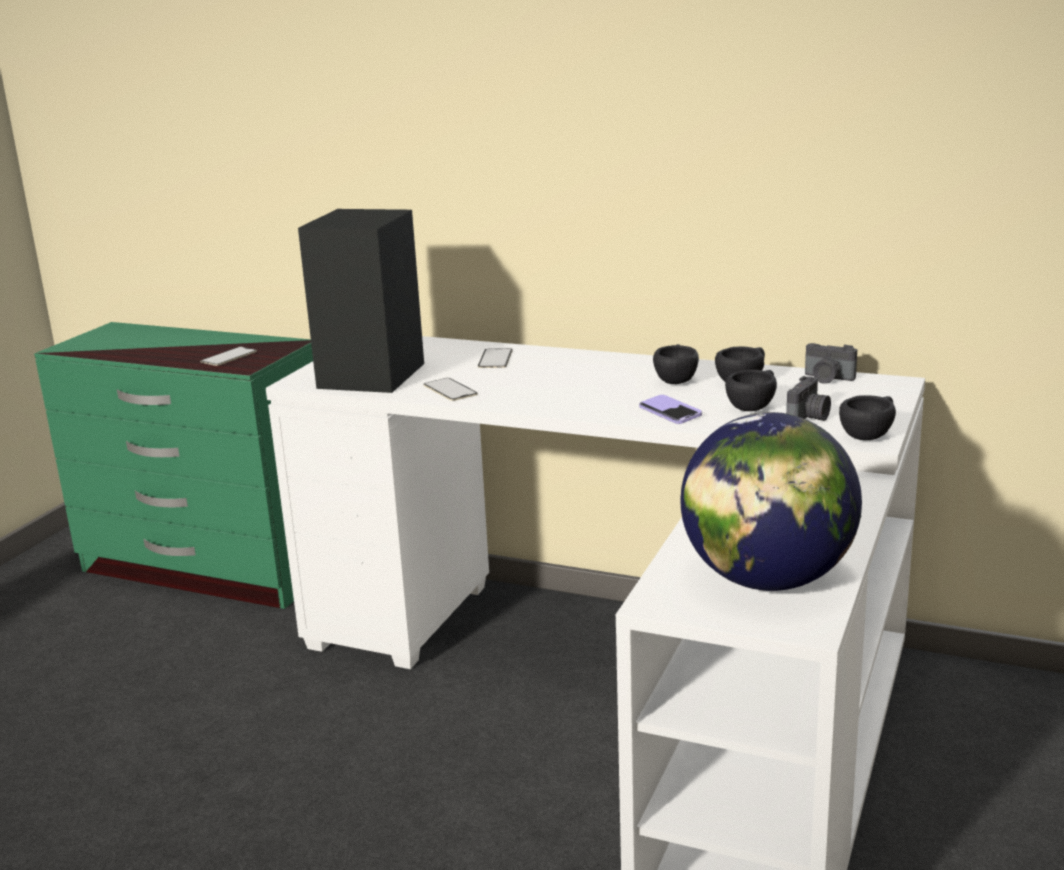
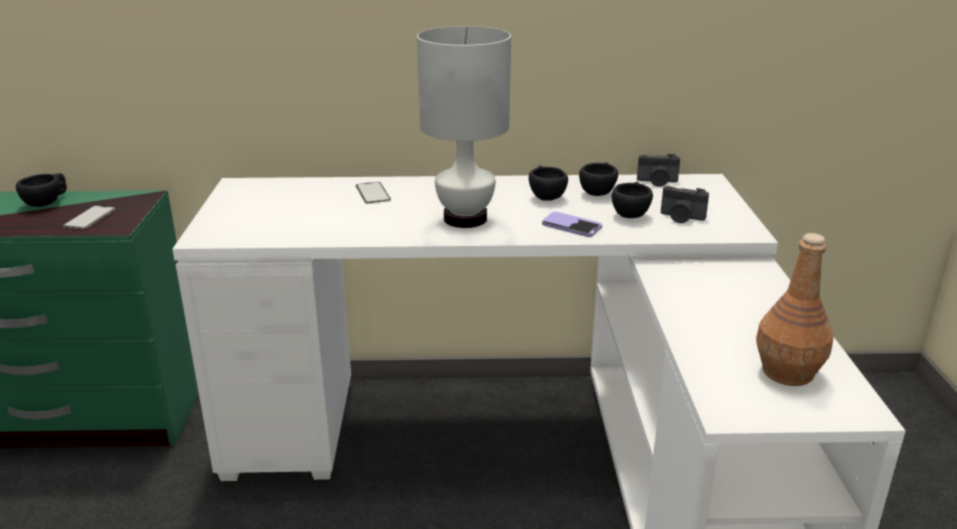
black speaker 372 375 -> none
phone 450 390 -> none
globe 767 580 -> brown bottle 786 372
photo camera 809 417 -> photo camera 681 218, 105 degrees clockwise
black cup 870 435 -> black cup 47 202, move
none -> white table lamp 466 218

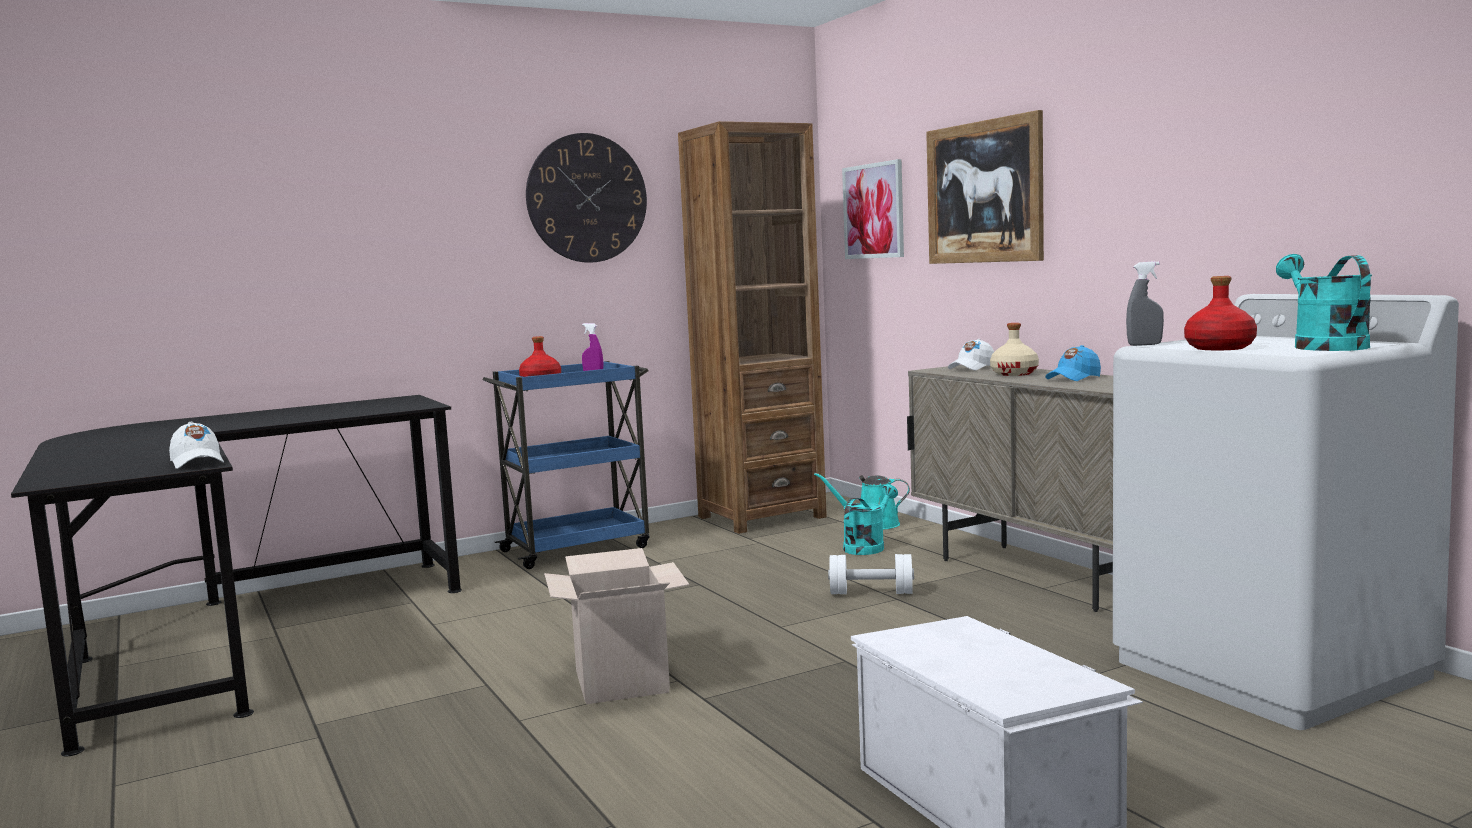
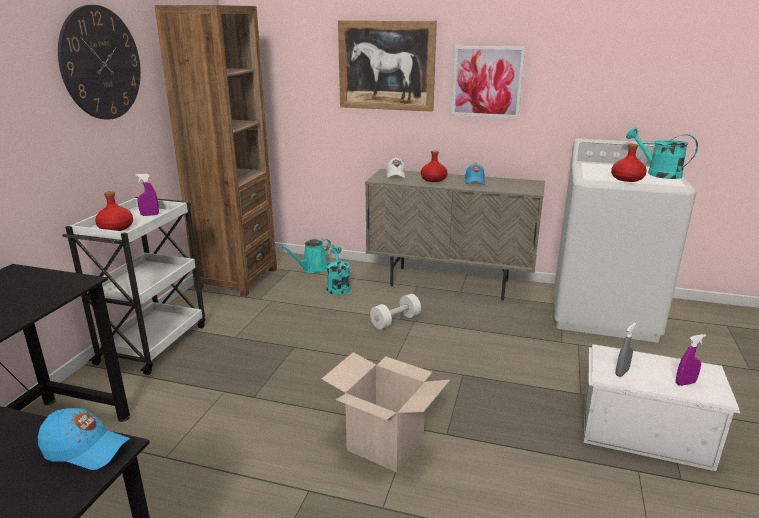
white cap 197 463 -> blue cap 86 449
blue cart 578 548 -> white cart 154 343
picture 874 211 -> picture 487 82, move
beige bottle 1014 373 -> red bottle 433 179
grey spray bottle 1144 345 -> grey spray bottle 622 372, move
none -> purple spray bottle 685 383

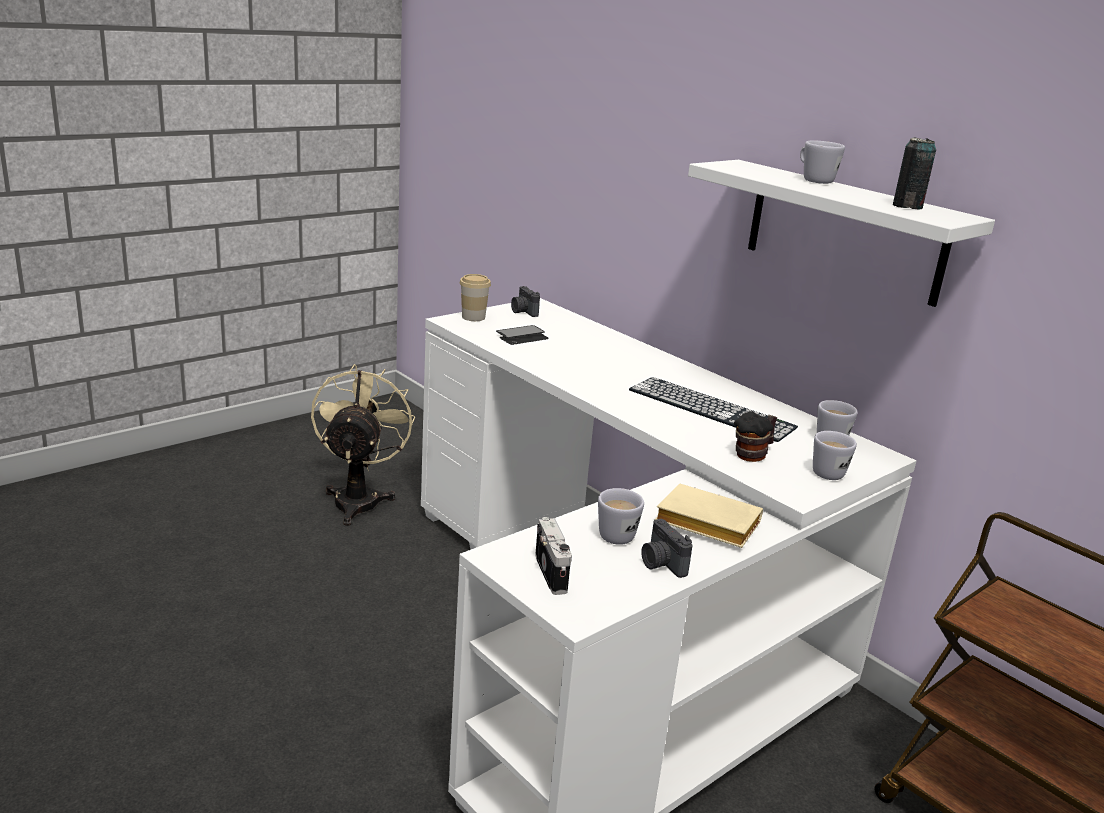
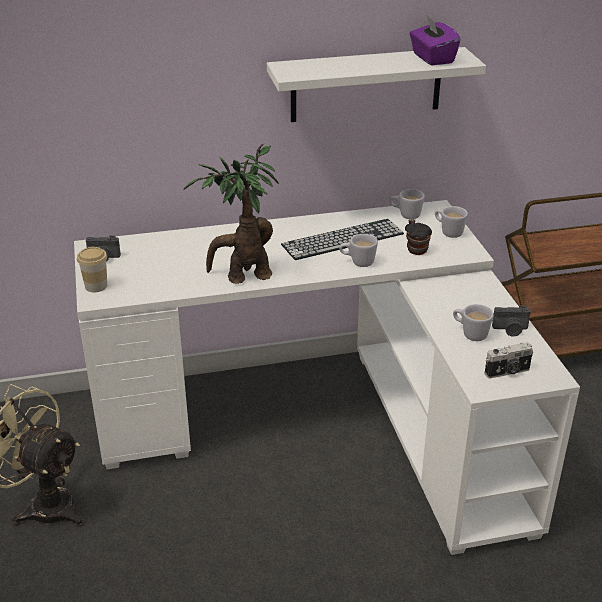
phone 522 337 -> none
photo camera 553 573 -> photo camera 508 372, 150 degrees clockwise
beige book 704 524 -> none
white mug 813 180 -> white mug 357 262, move
can 907 207 -> purple tissue box 432 58
none -> potted plant 243 276

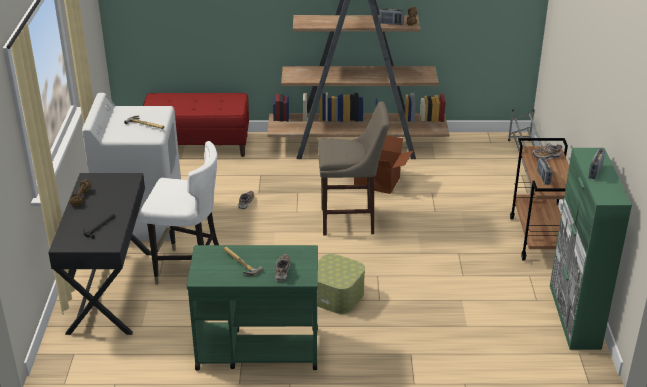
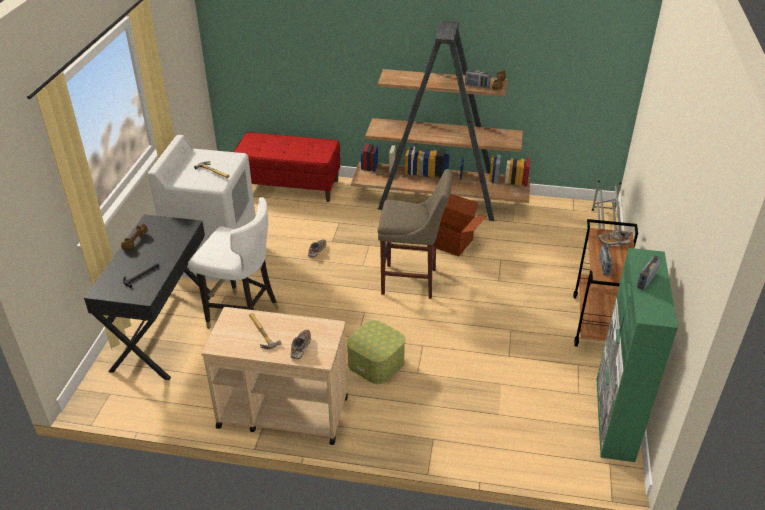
green cart 257 349 -> beige cart 282 412

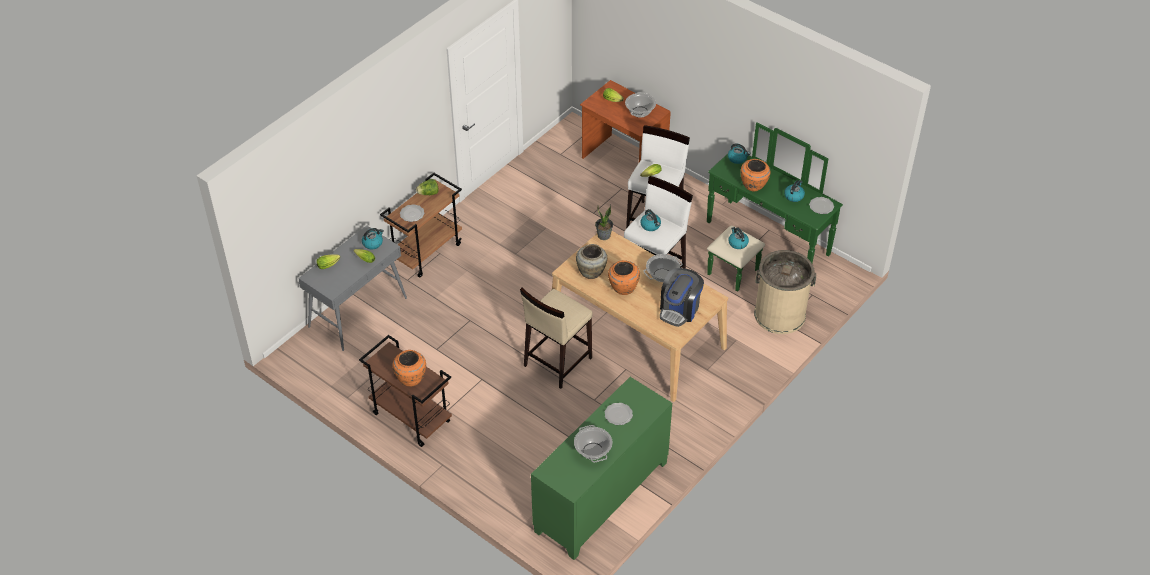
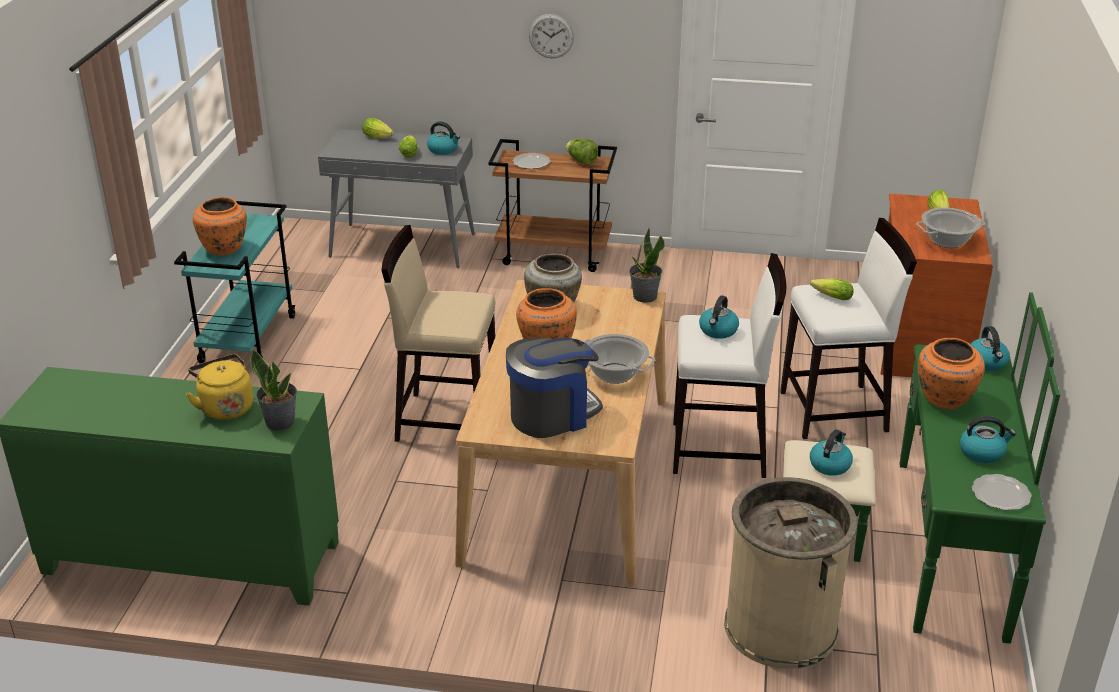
brown cart 410 417 -> turquoise cart 248 339
cooking pot 592 451 -> none
plate 618 414 -> yellow kettle 225 407
coffee machine 679 309 -> coffee machine 552 414, 150 degrees clockwise
none -> potted plant 280 422
none -> wall clock 551 36

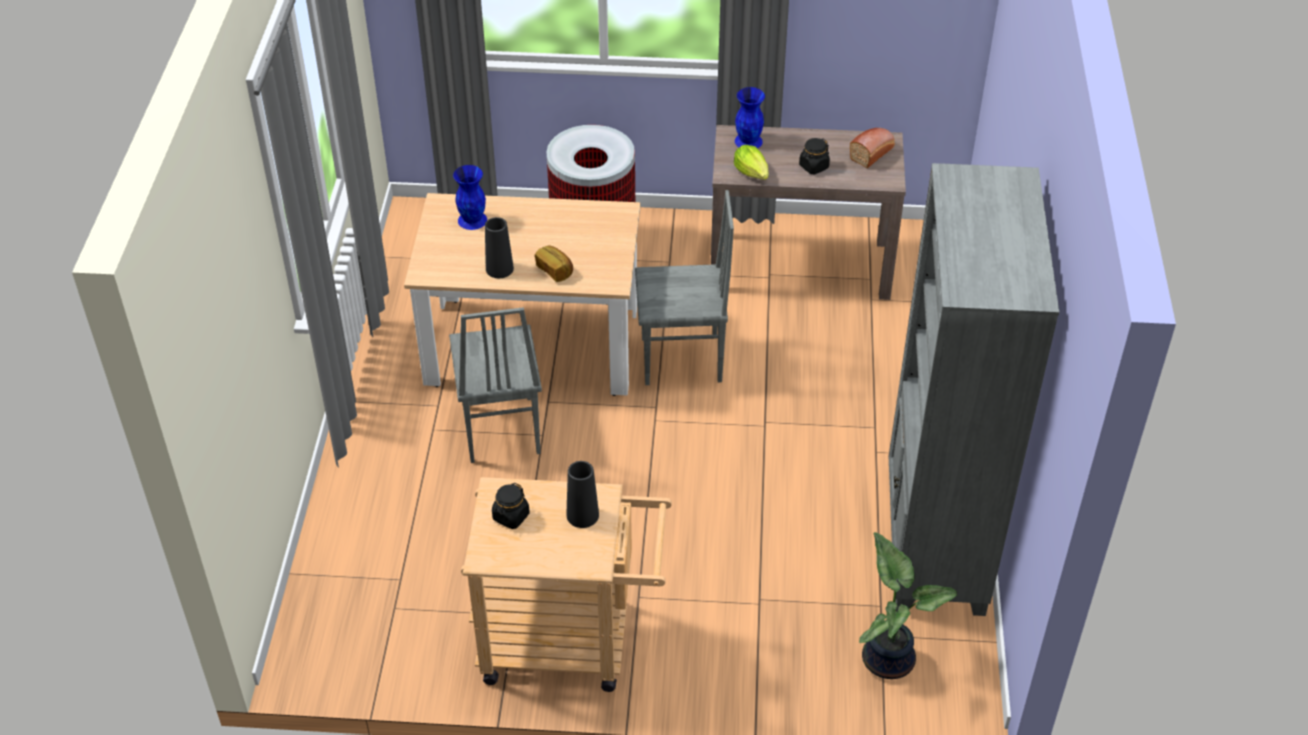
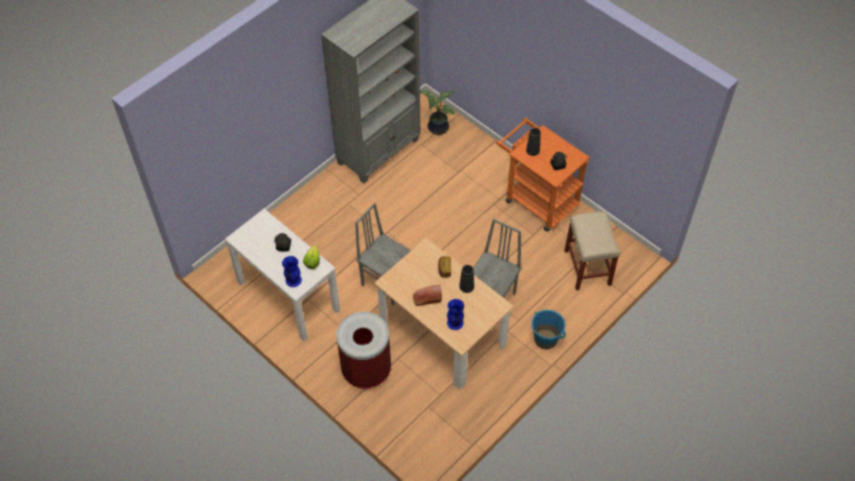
beige cart 570 642 -> orange cart 536 199
brown console table 801 265 -> white console table 287 295
bread 872 153 -> bread 426 299, move
none -> blue bucket 545 339
none -> beige stool 588 268

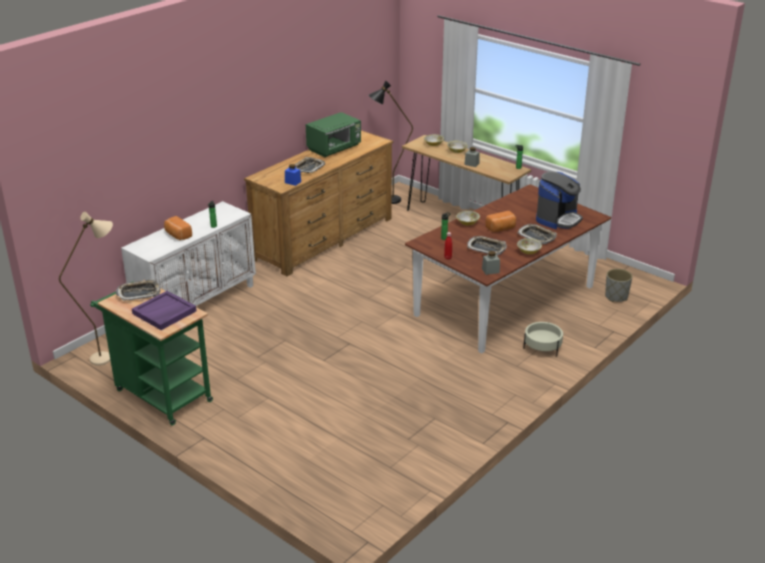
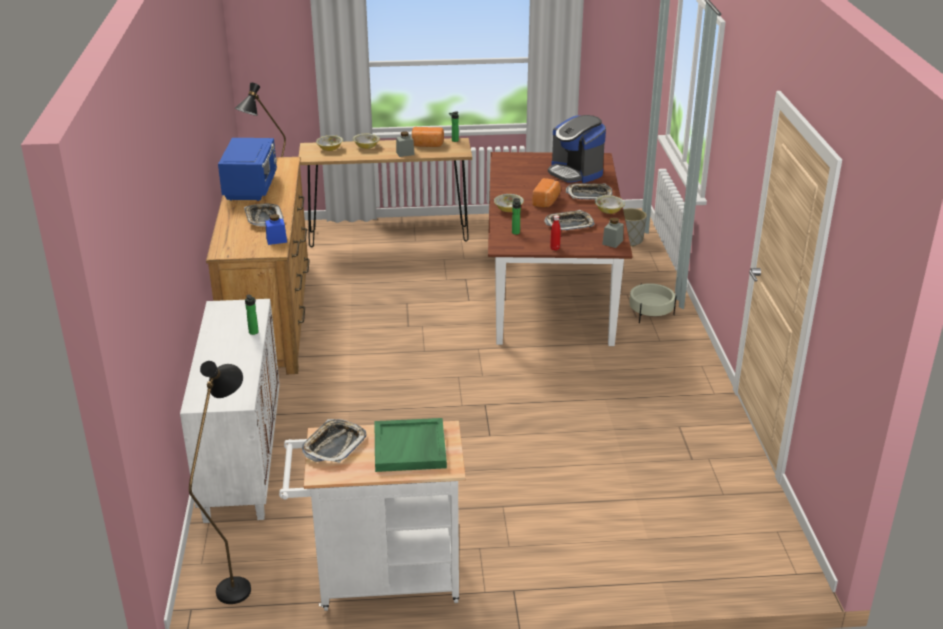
beige floor lamp 108 356 -> black floor lamp 239 582
green cart 159 393 -> white cart 379 580
purple tray 164 313 -> green tray 410 448
bread 177 235 -> bread 427 145, move
green microwave 334 148 -> blue microwave 251 187
coffee machine 558 219 -> coffee machine 575 172, 150 degrees clockwise

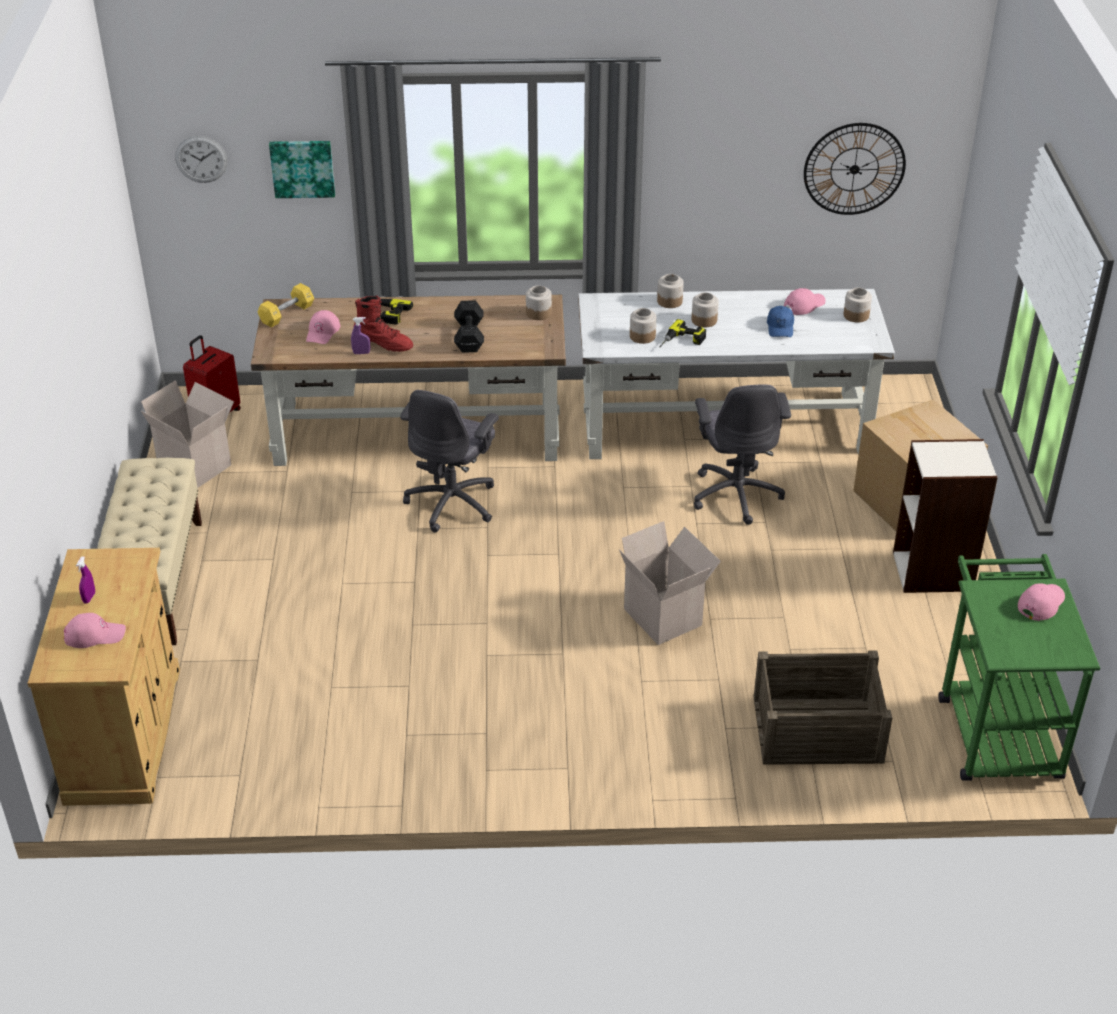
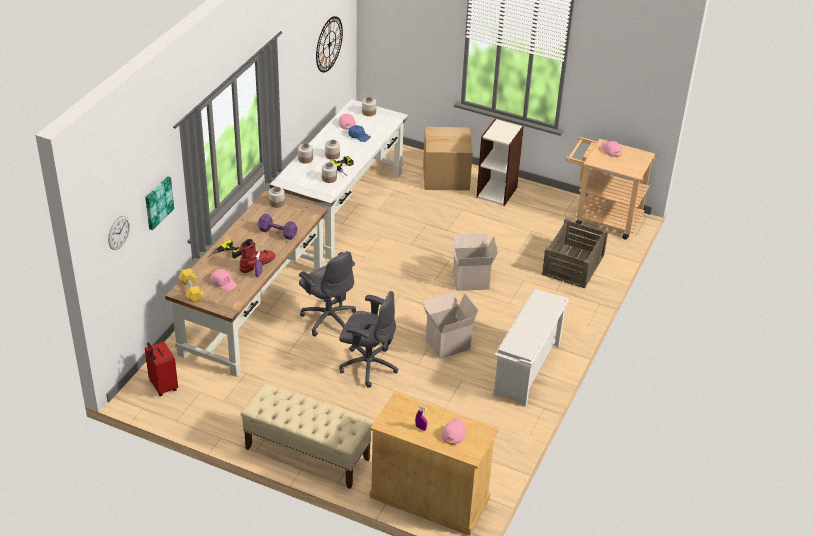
cardboard box 197 466 -> cardboard box 448 343, move
black dumbbell 468 337 -> purple dumbbell 278 233
grey office chair 736 494 -> grey office chair 368 365, move
green cart 995 728 -> beige cart 602 218
none -> white shoe rack 527 370

